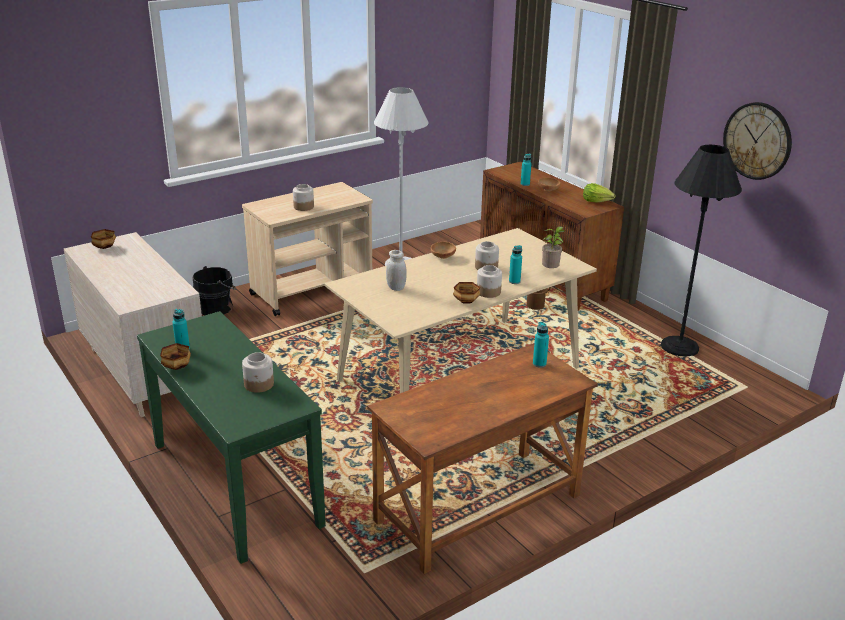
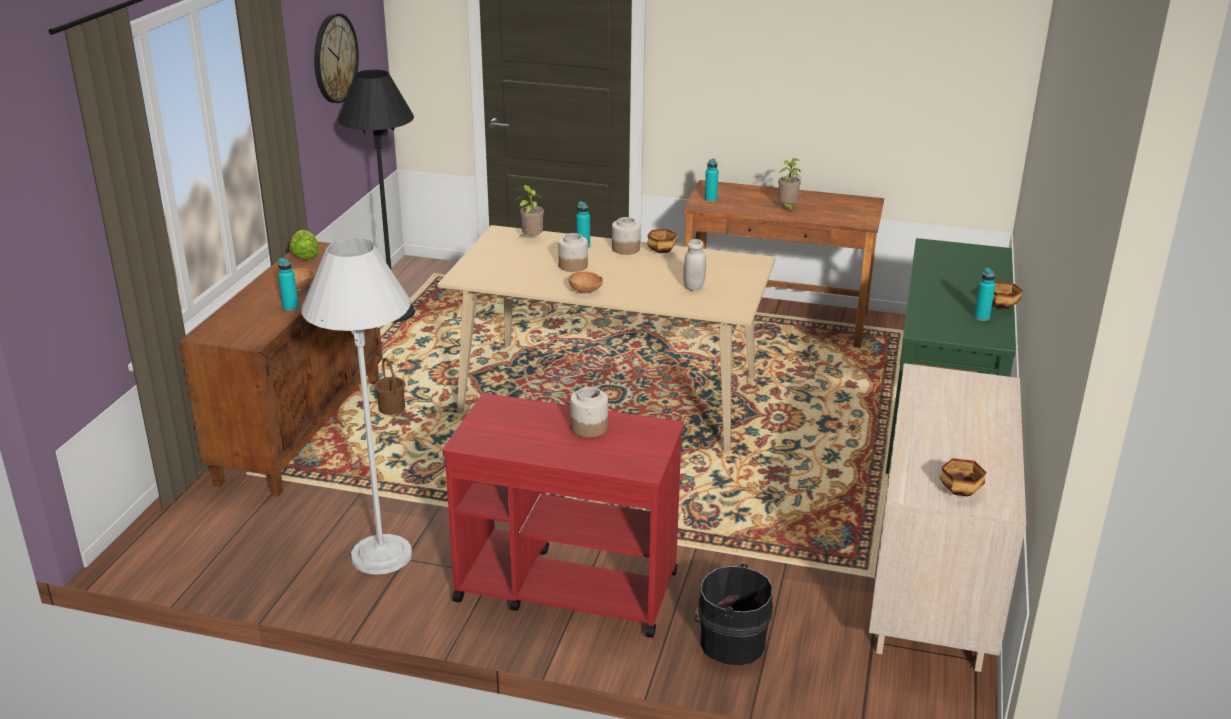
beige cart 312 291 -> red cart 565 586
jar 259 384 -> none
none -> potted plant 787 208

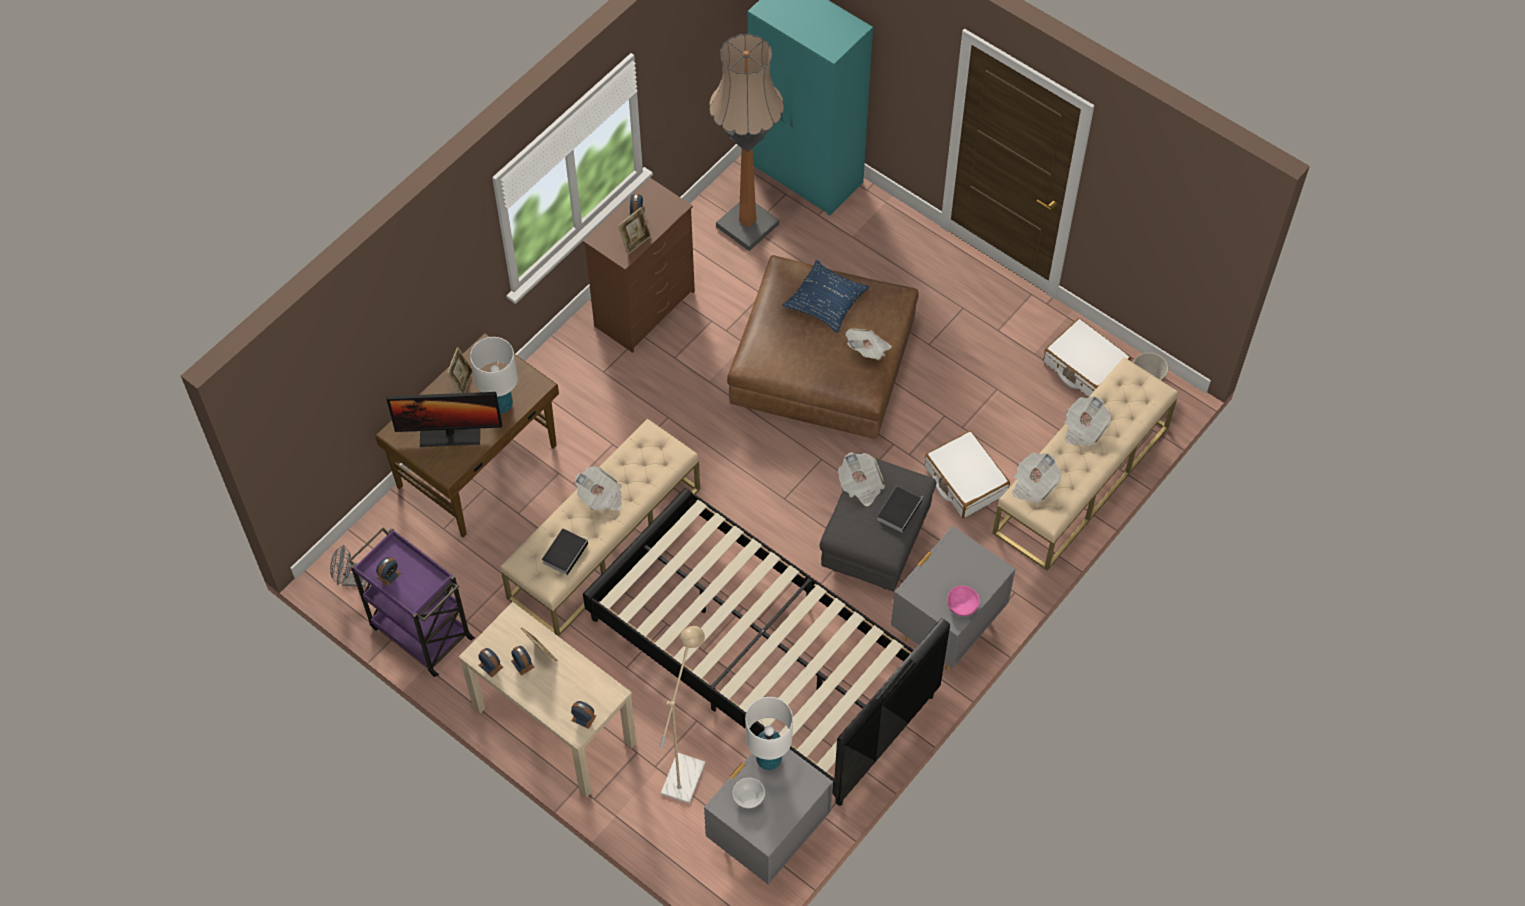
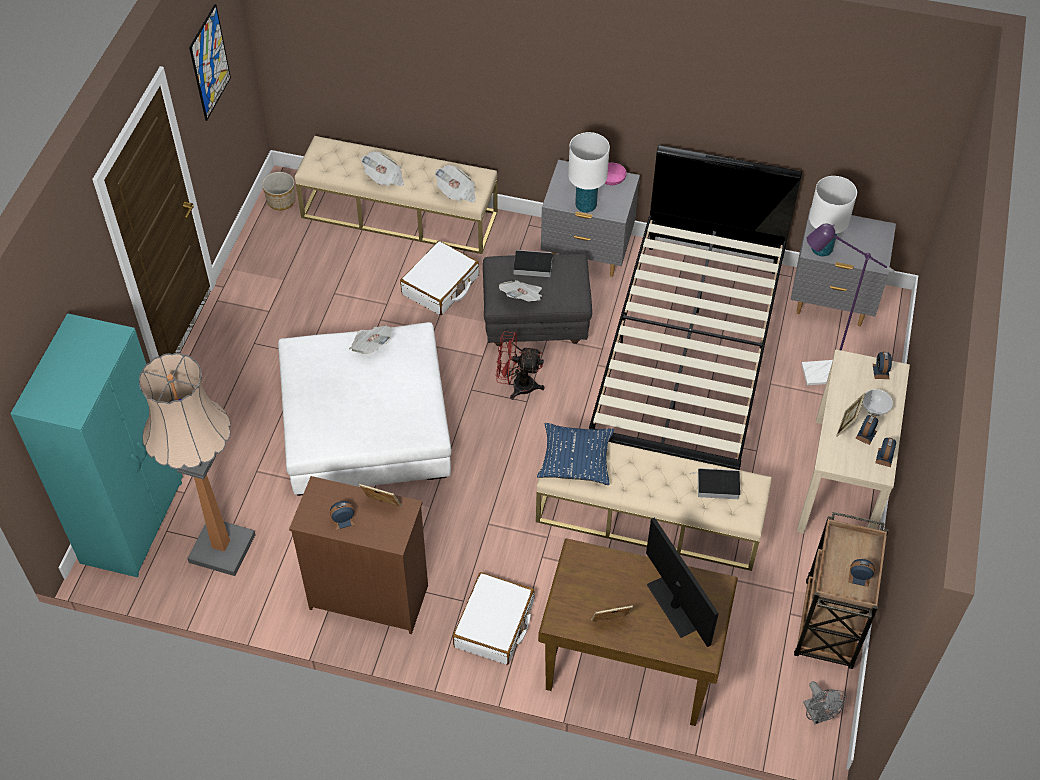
purple cart 420 631 -> brown cart 828 626
white table lamp 501 404 -> white table lamp 585 206, move
newspaper 601 497 -> none
beige floor lamp 686 769 -> purple floor lamp 815 374
brown ottoman 822 363 -> white ottoman 366 425
bowl 749 797 -> bowl 874 408, move
blue pillow 826 301 -> blue pillow 575 459, move
white suitcase 1084 367 -> white suitcase 494 625, move
none -> picture 209 62
none -> red fan 517 385

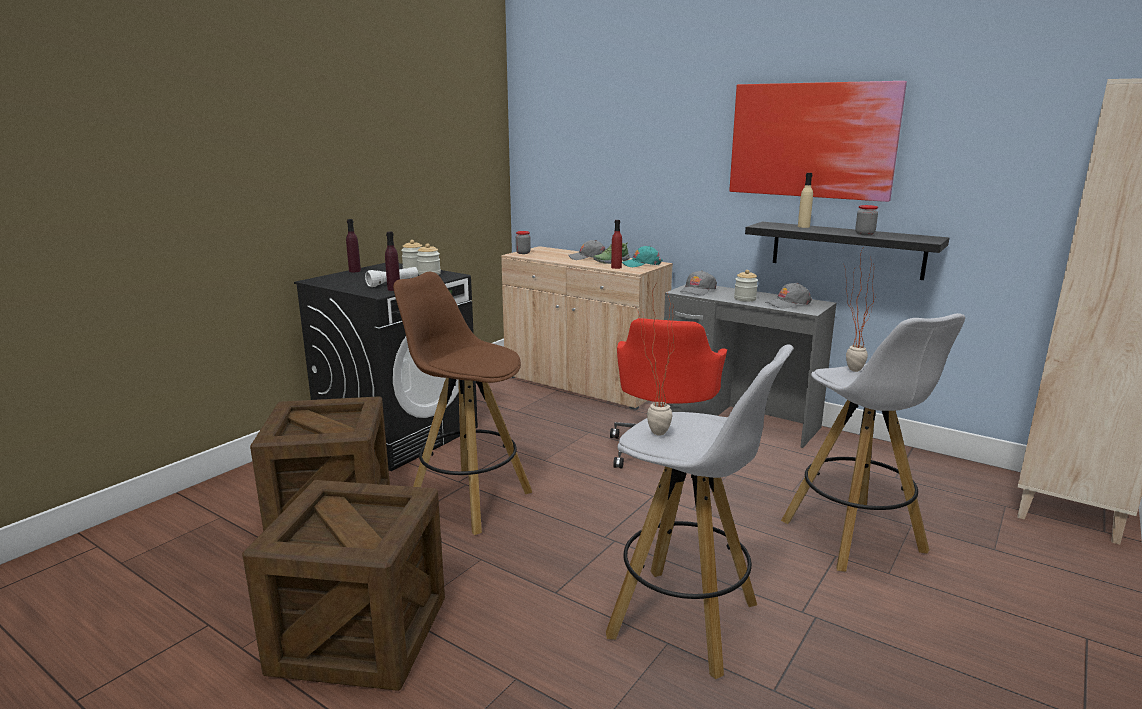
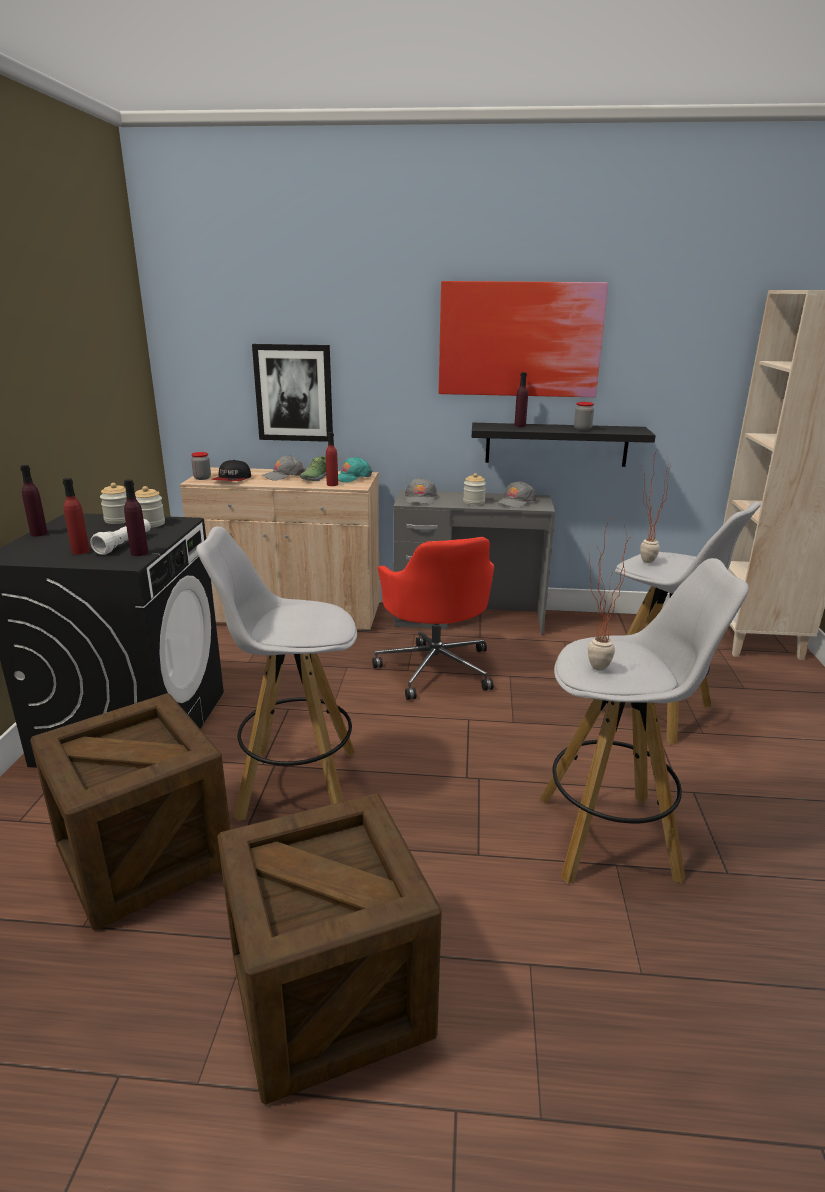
brown stool 468 501 -> white stool 295 783
beige bottle 803 226 -> purple bottle 520 425
none -> red bottle 80 551
none -> cap 232 479
none -> picture 294 393

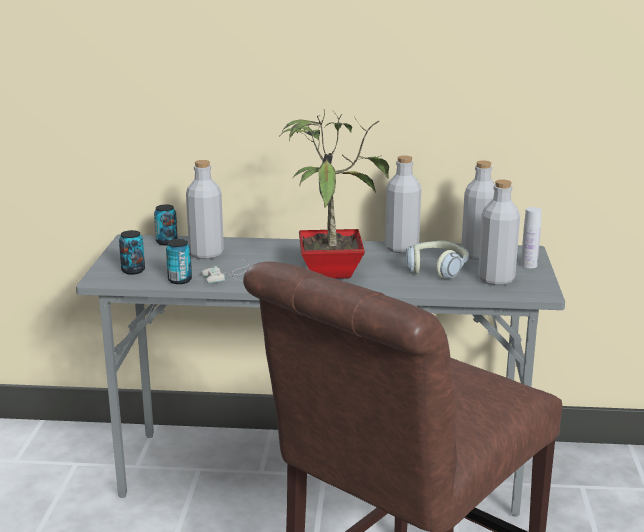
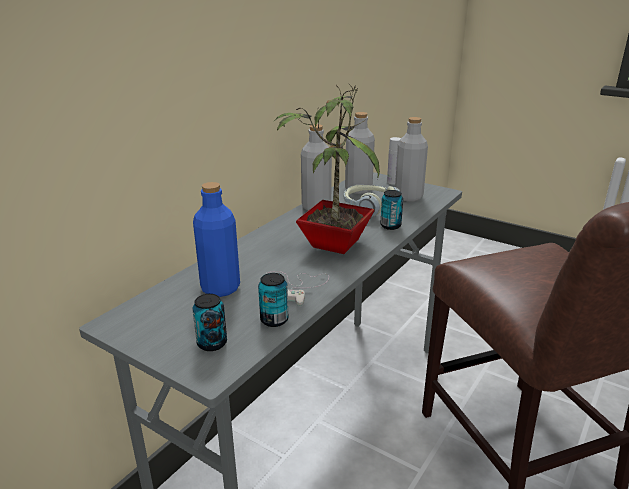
can 166 242 -> can 390 226, move
grey bottle 206 254 -> blue bottle 220 288

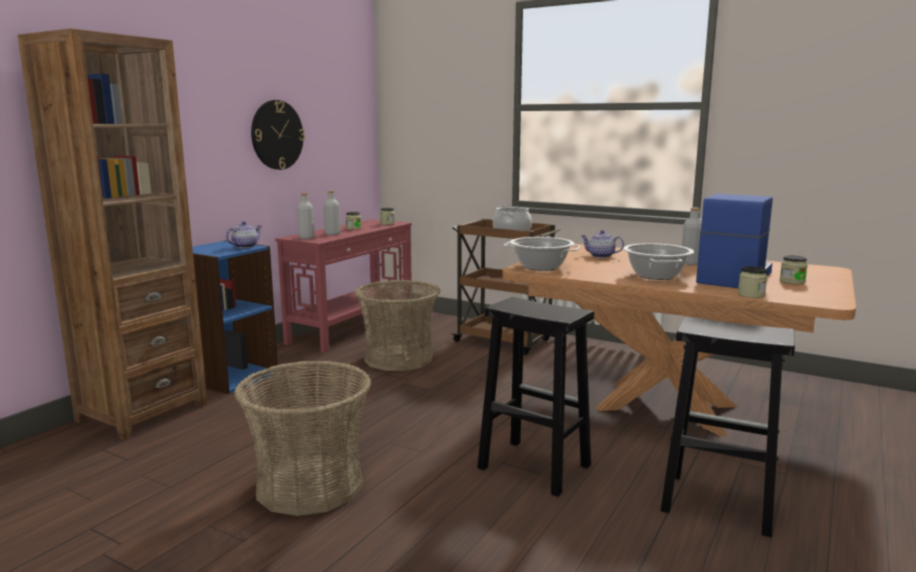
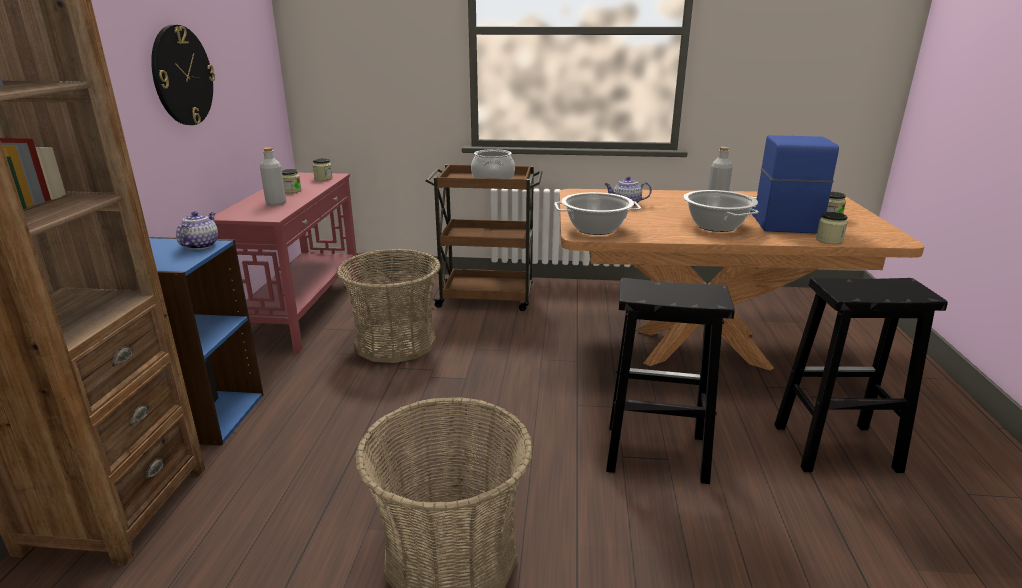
grey bottle 306 237 -> none

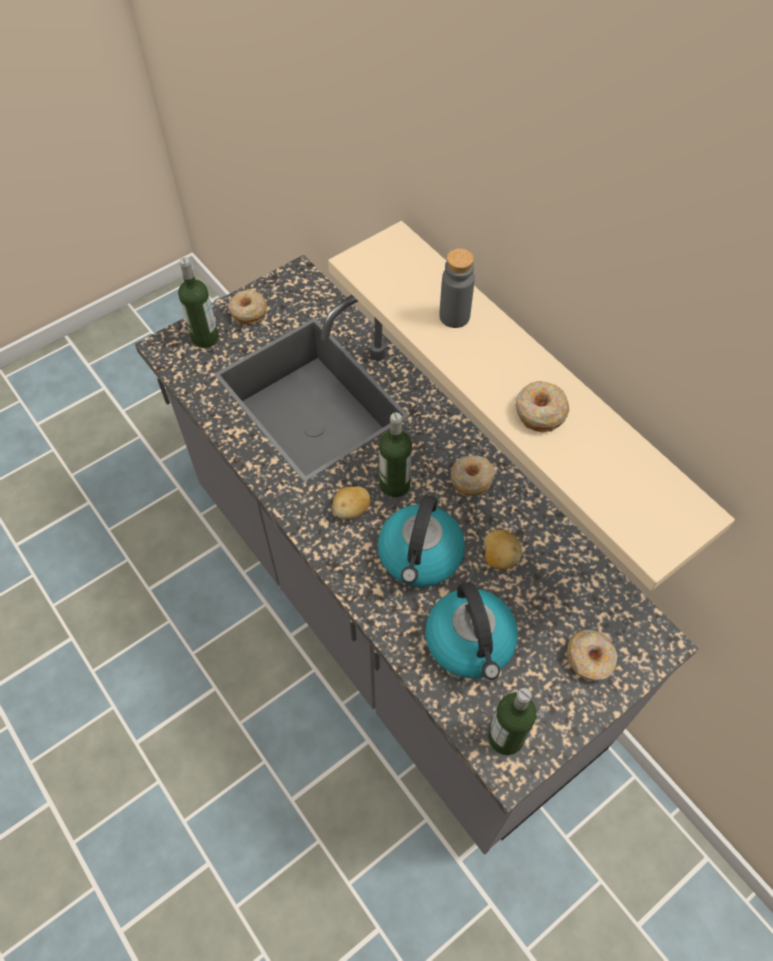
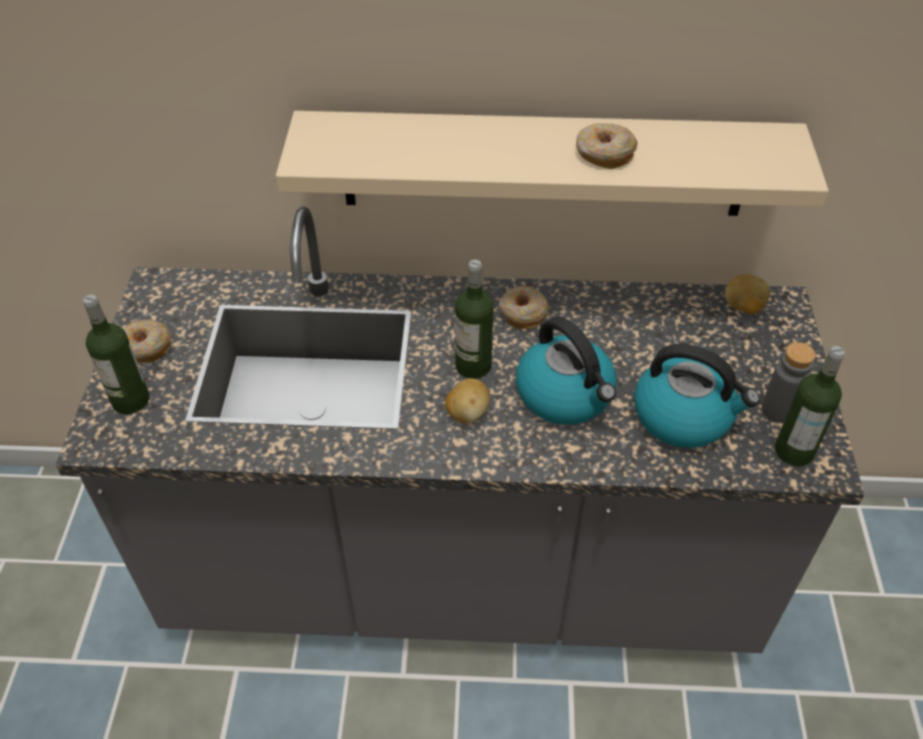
grey bottle 454 316 -> grey bottle 778 410, move
potato 499 557 -> potato 743 307, move
donut 590 659 -> none

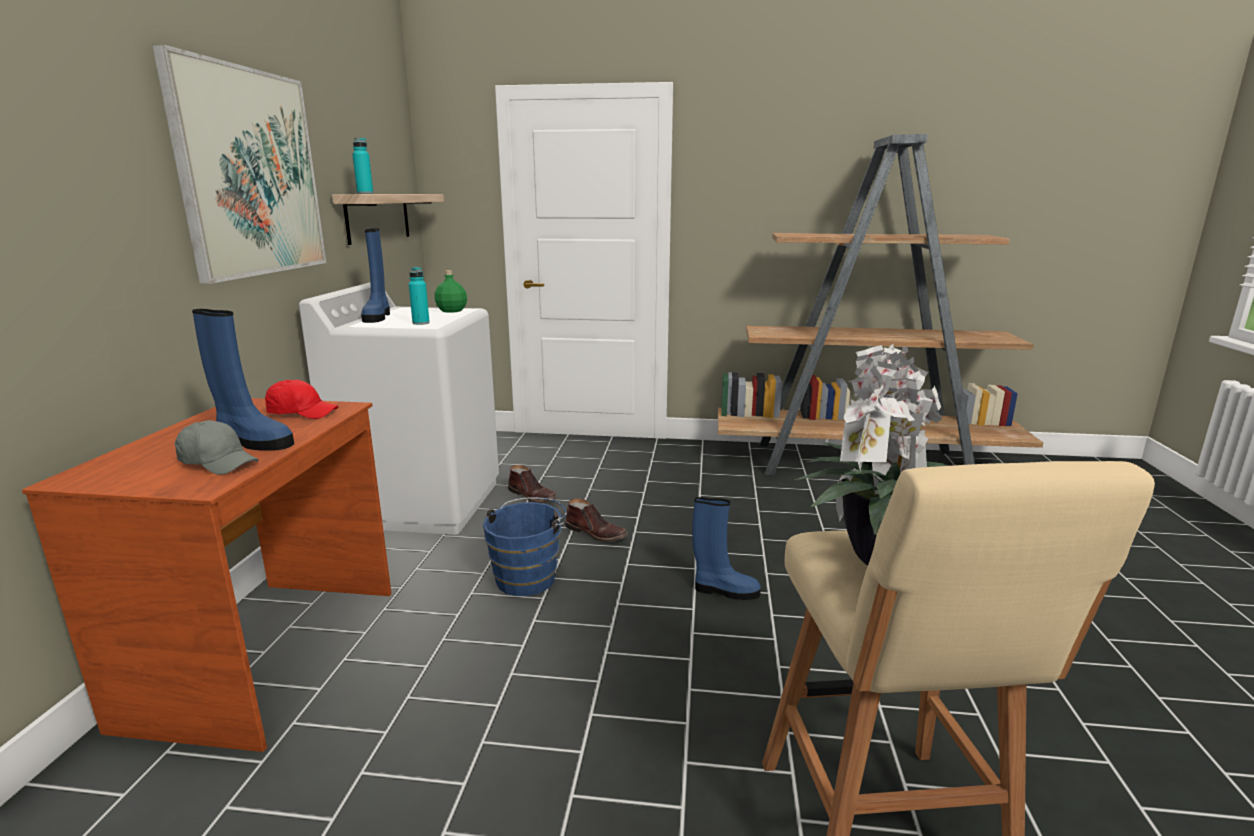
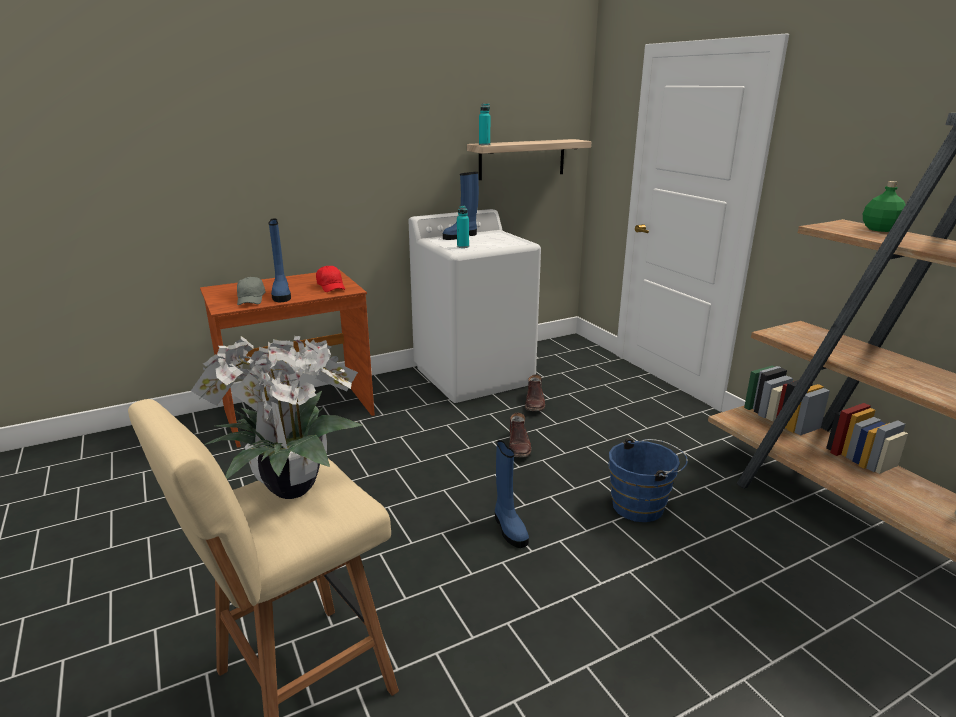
picture 250 173 -> none
green bottle 451 311 -> green bottle 880 229, move
blue bucket 528 577 -> blue bucket 642 506, move

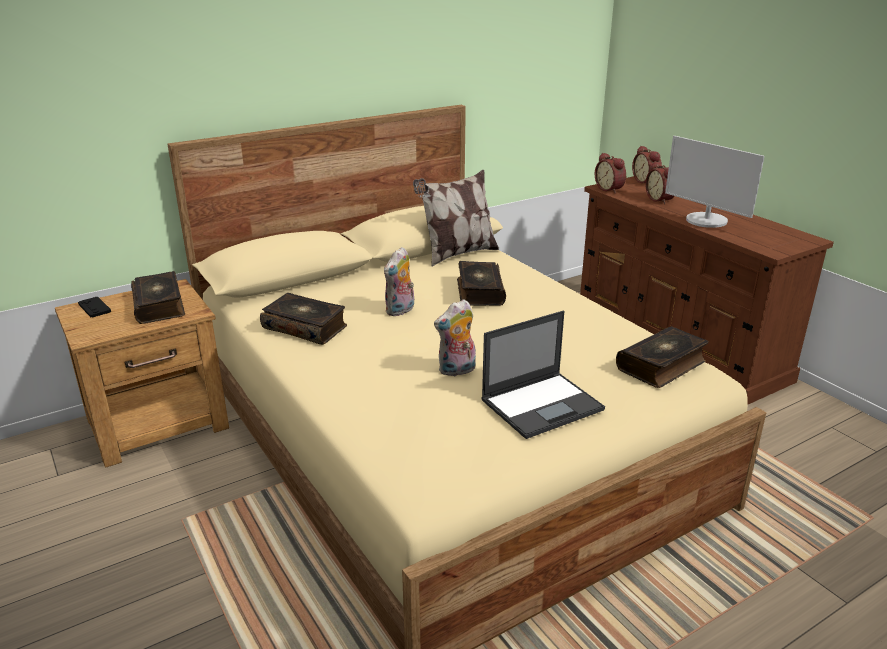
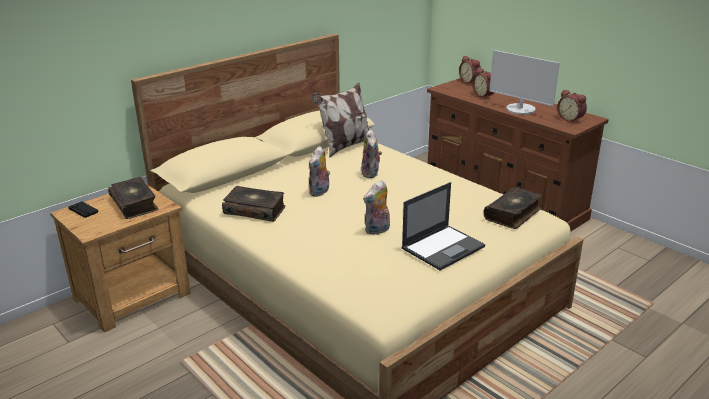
book 479 292 -> plush toy 371 173
alarm clock 610 189 -> alarm clock 571 119, move

